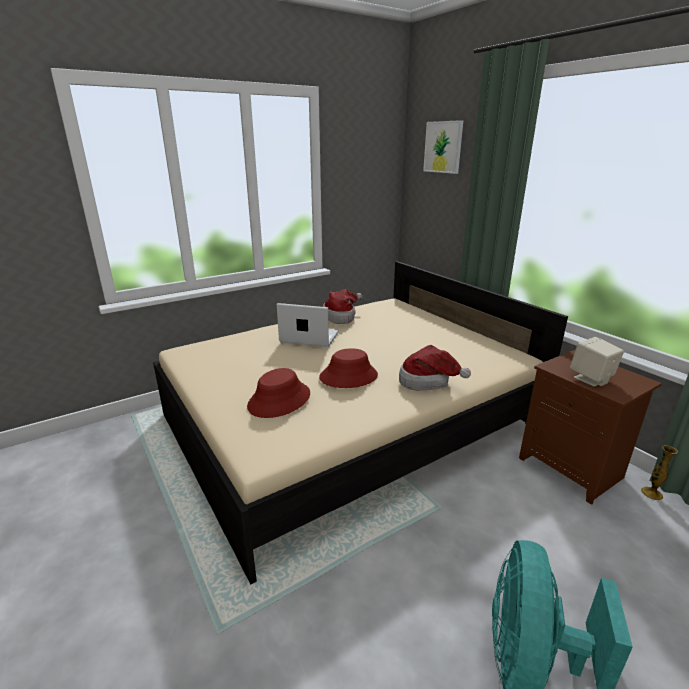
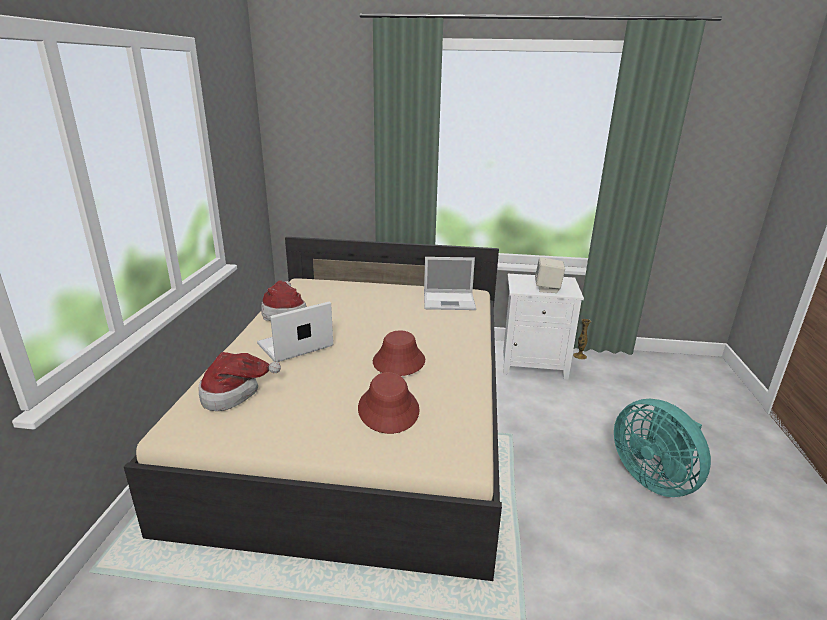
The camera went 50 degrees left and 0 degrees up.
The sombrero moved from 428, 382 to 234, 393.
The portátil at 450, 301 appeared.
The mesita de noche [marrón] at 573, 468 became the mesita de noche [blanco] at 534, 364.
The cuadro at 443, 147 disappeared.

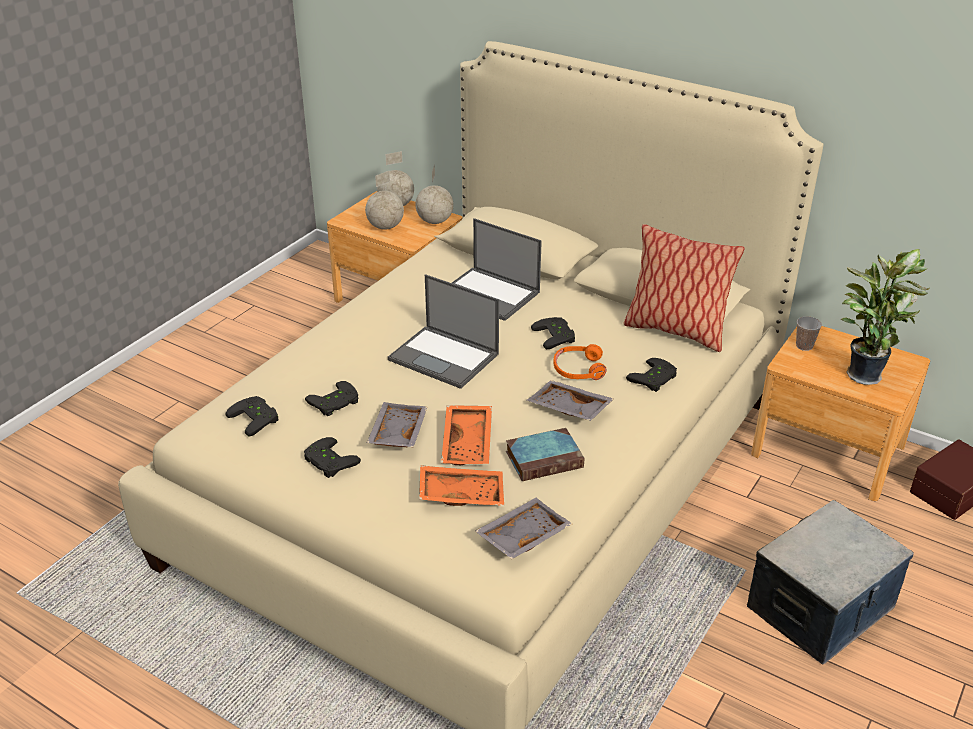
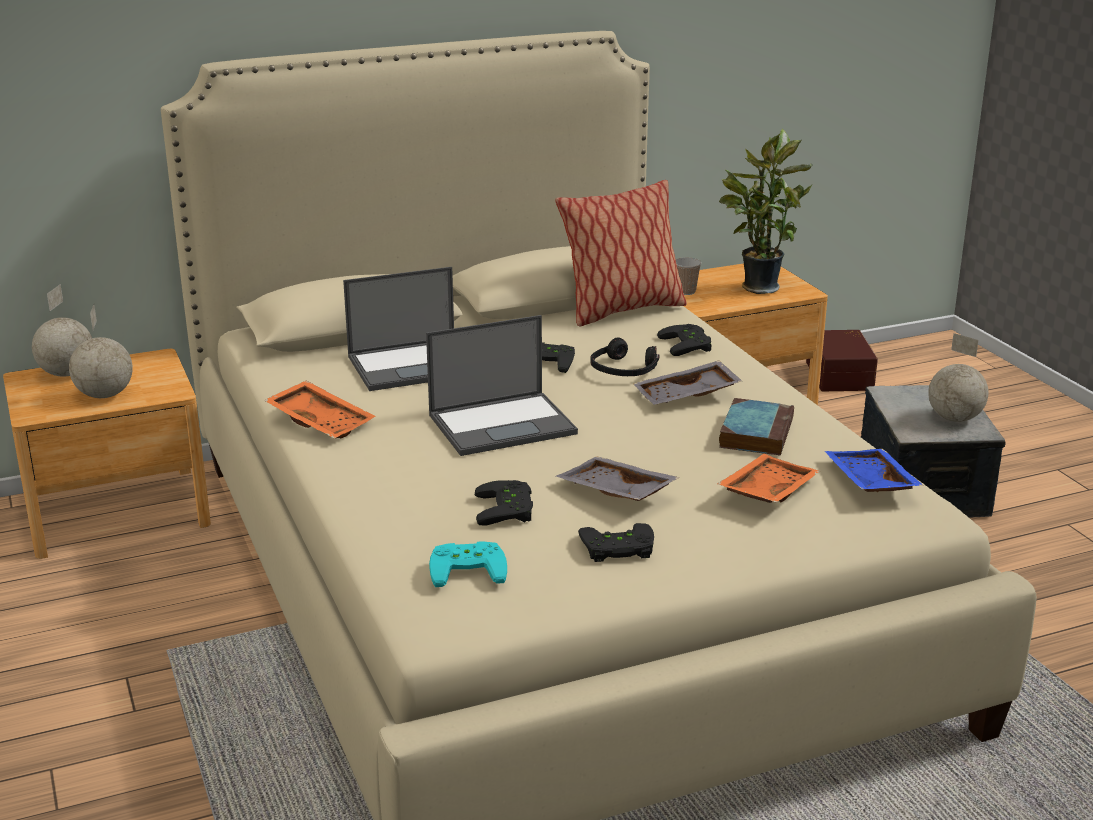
The camera went 55 degrees left and 10 degrees down.
The bandeja [naranja] moved from 469, 443 to 322, 421.
The mando de consola [negro] at 257, 418 became the mando de consola [turquesa] at 468, 567.
The auriculares [naranja] at 578, 369 became the auriculares [negro] at 624, 370.
The bandeja [gris] at 522, 536 became the bandeja [azul] at 868, 483.
The globo terráqueo moved from 435, 221 to 954, 418.

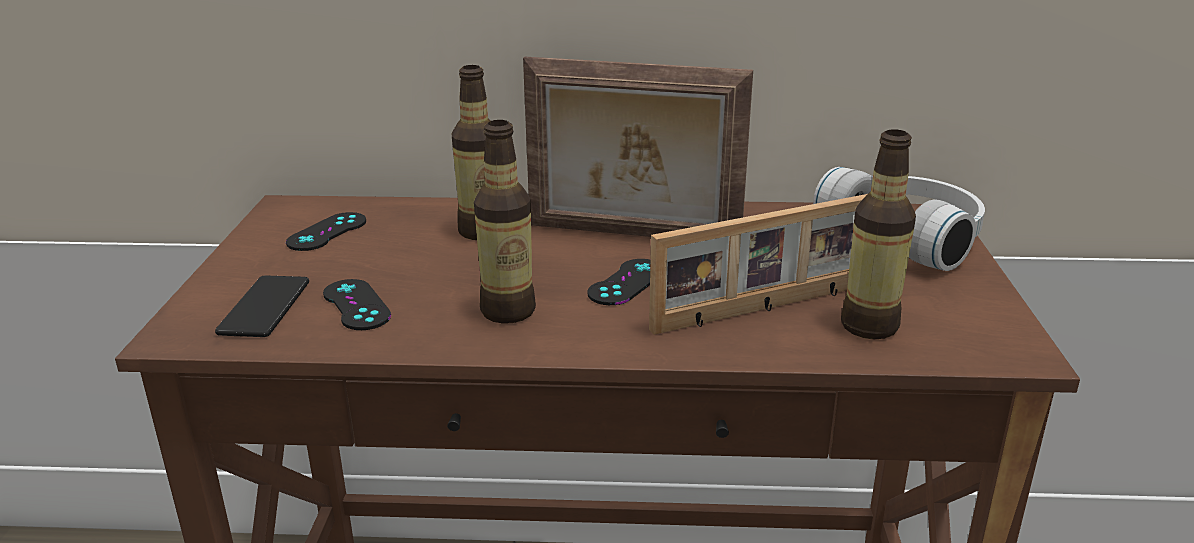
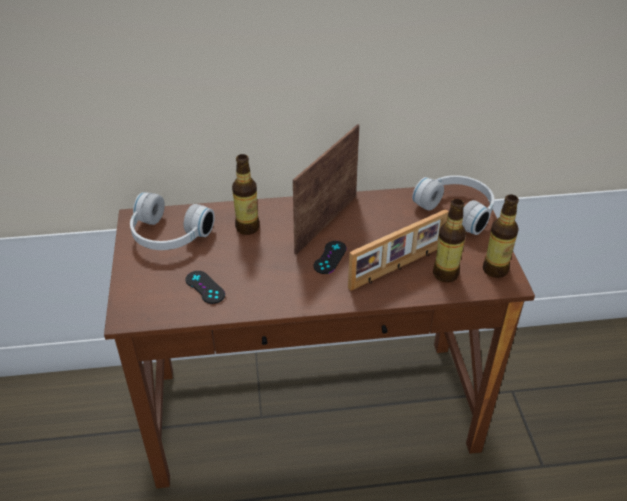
The camera went 10 degrees left and 15 degrees up.
The mando de consola [negro] at 327, 232 was replaced by the auriculares [blanco] at 167, 236.
The portarretratos at 632, 235 turned 120 degrees clockwise.
The botella moved from 508, 311 to 495, 269.
The móvil at 265, 307 disappeared.

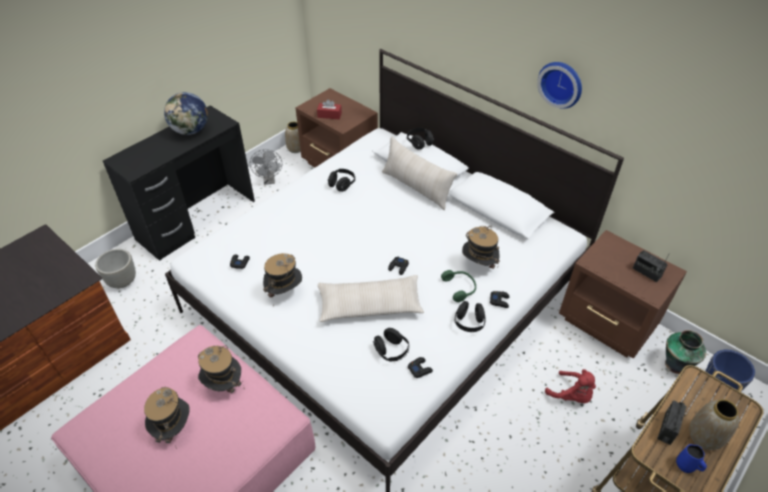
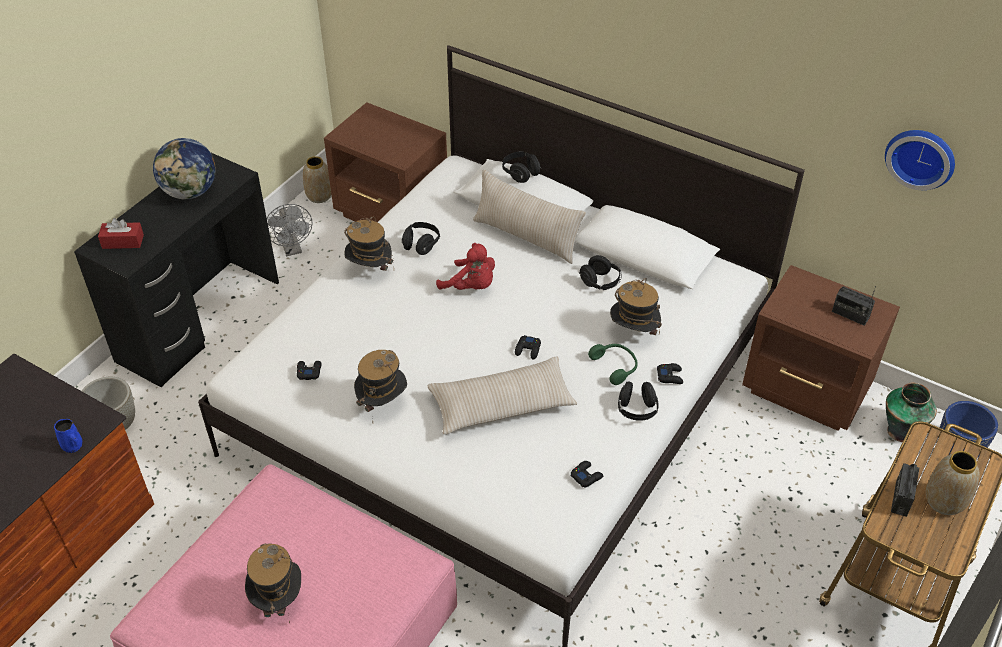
The camera went 10 degrees left and 0 degrees up.
The taza grande [azul] moved from 686, 466 to 73, 446.
The caja de pañuelos [rojo] moved from 329, 115 to 123, 241.
The sombrero moved from 224, 385 to 370, 270.
The peluche [rojo] moved from 571, 395 to 471, 286.
The auriculares [negro] moved from 391, 351 to 600, 282.
The reloj de pared moved from 561, 83 to 921, 156.

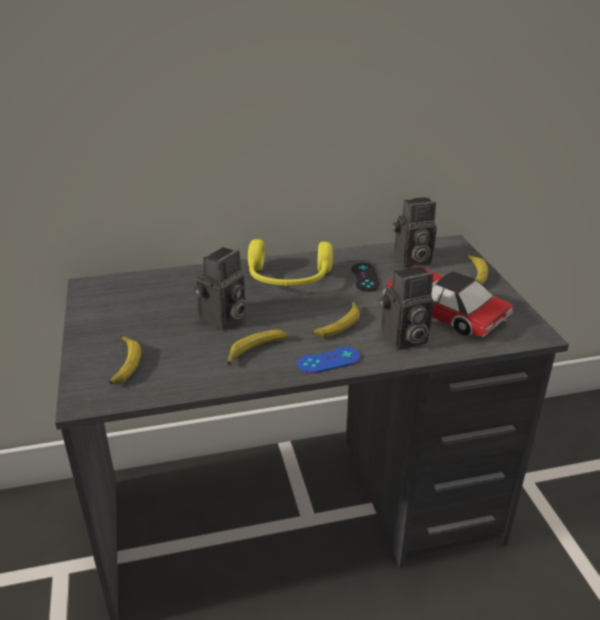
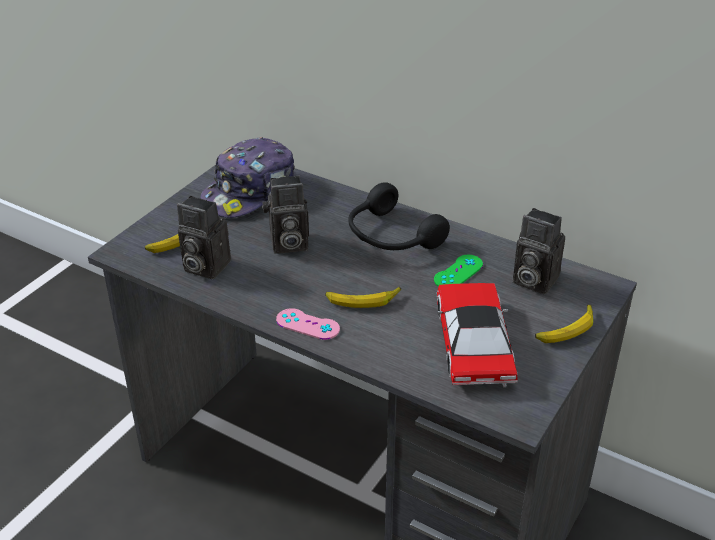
The camera went 45 degrees right and 5 degrees up.
The cámara moved from 403, 339 to 203, 266.
The gorra at 250, 192 appeared.
The mando de consola [azul] at 329, 360 became the mando de consola [rosa] at 307, 324.
The auriculares [amarillo] at 288, 279 became the auriculares [negro] at 390, 237.
The mando de consola [negro] at 365, 277 became the mando de consola [verde] at 458, 272.
The plátano at 257, 351 disappeared.

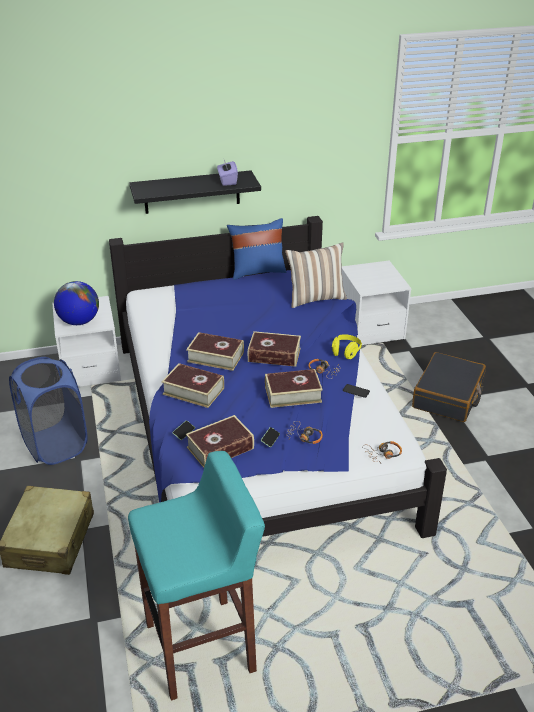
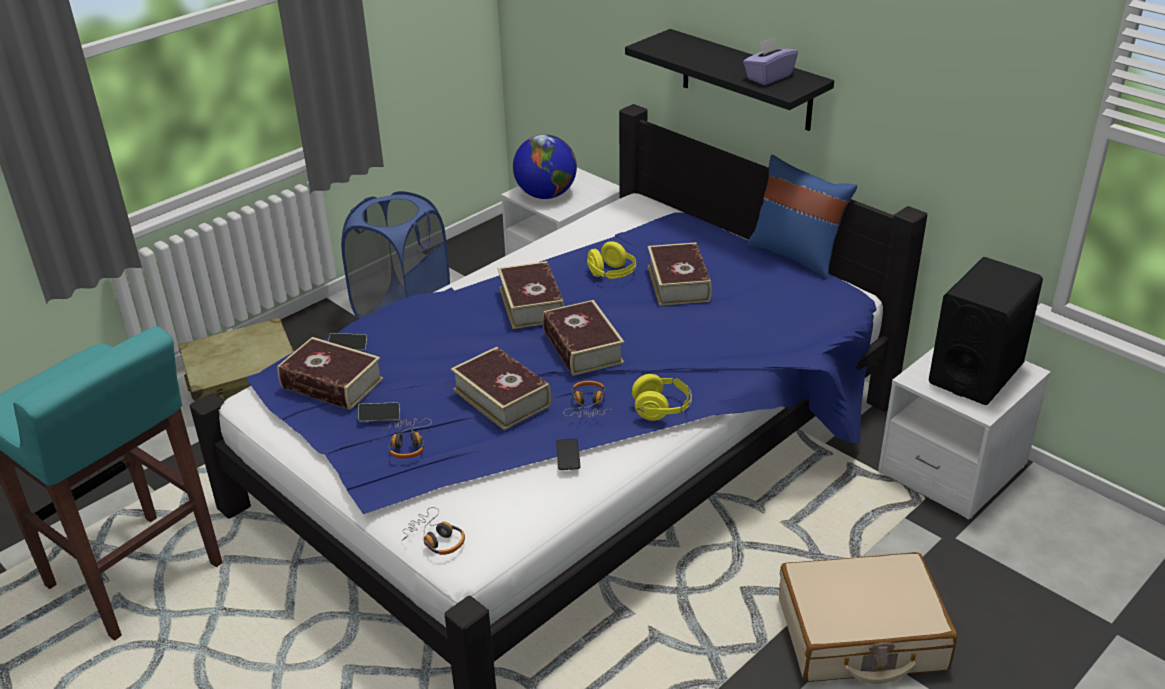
The camera went 60 degrees right and 0 degrees up.
The auriculares [amarillo] at 612, 275 appeared.
The libro moved from 193, 391 to 678, 283.
The maleta [negro] at 448, 396 became the maleta [beis] at 860, 635.
The altavoz [negro] at 975, 373 appeared.
The cojín at 315, 298 disappeared.

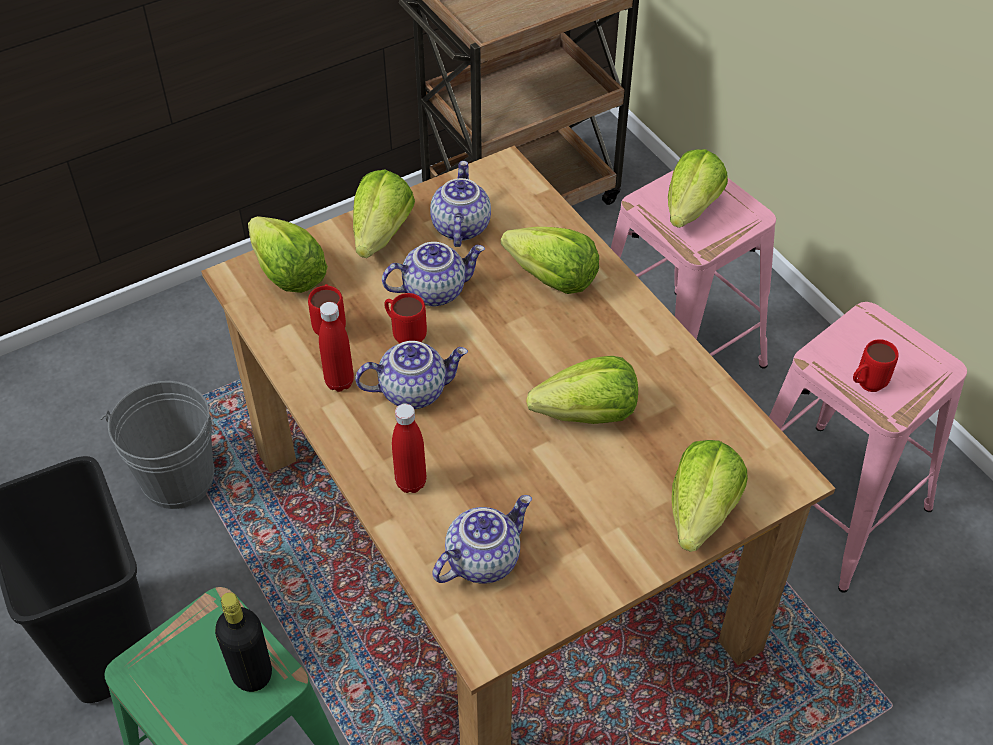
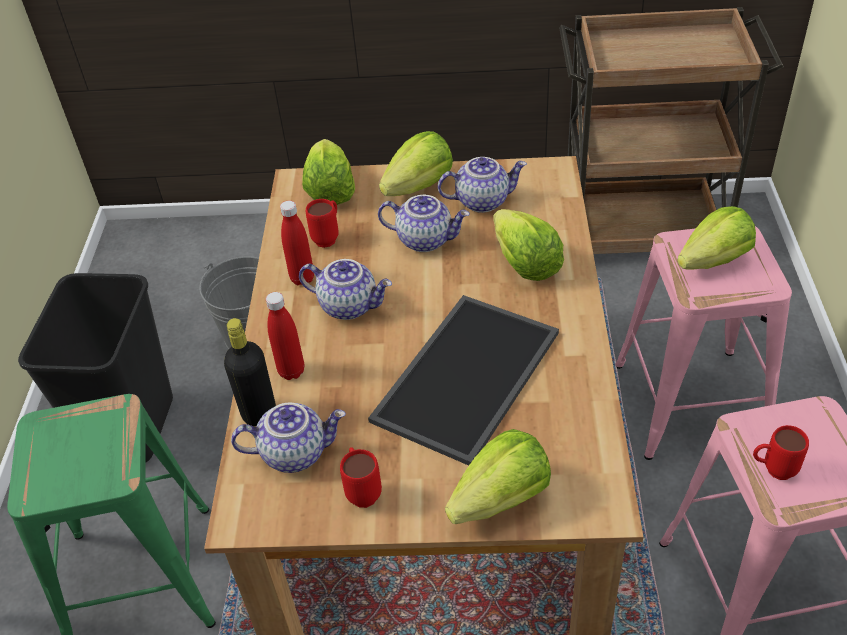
The camera went 35 degrees right and 5 degrees down.
The botella [negro] moved from 252, 673 to 259, 413.
The taza grande [rojo] moved from 405, 336 to 362, 490.
The lechuga at 588, 414 was replaced by the bandeja at 468, 379.
The tetera at 459, 226 turned 45 degrees clockwise.

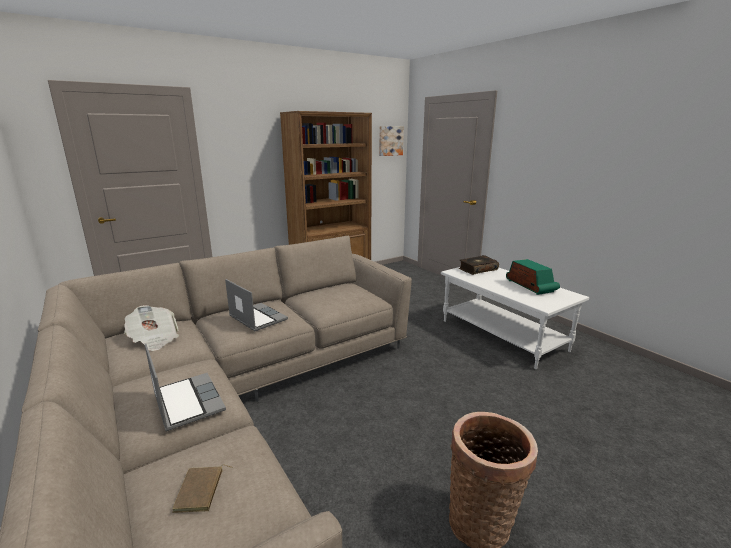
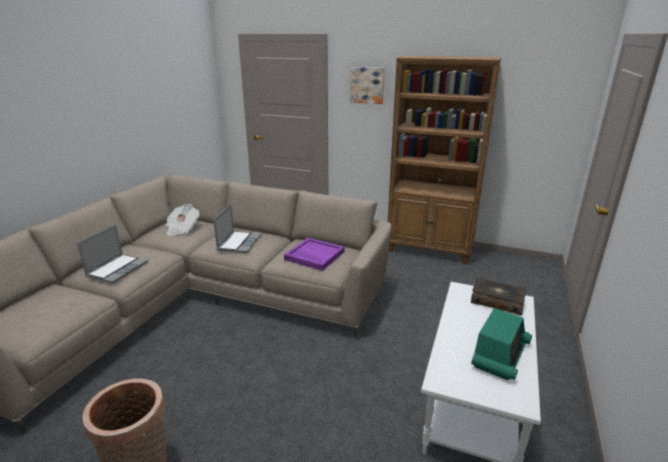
The camera went 55 degrees right and 5 degrees up.
The bandeja [morado] at 314, 256 appeared.
The cuadro moved from 390, 141 to 367, 85.
The libro [marrón] at 201, 491 disappeared.

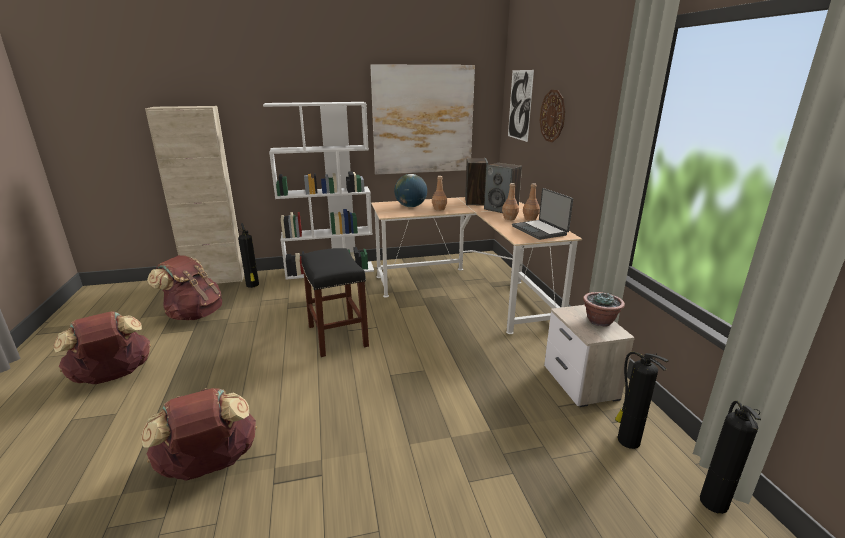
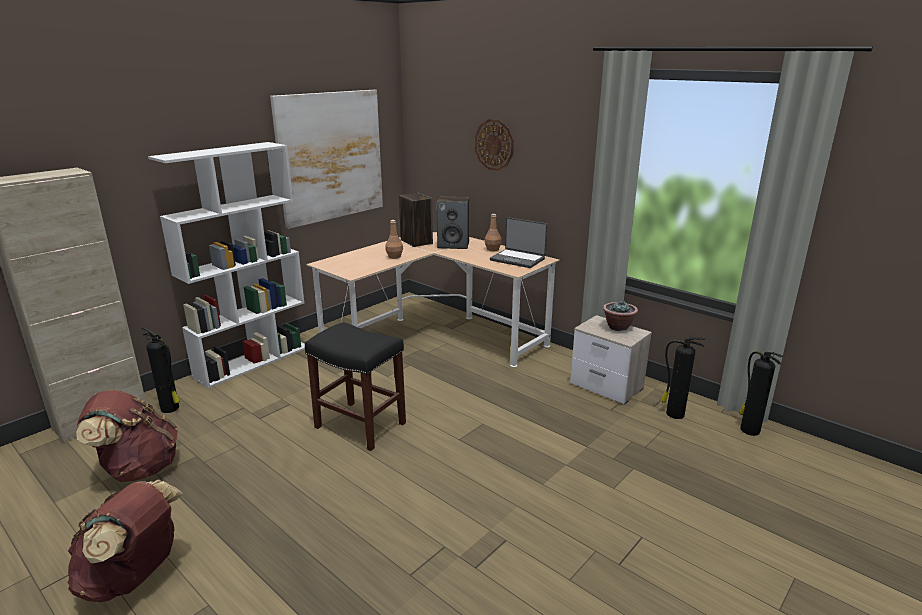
The camera went 35 degrees left and 0 degrees up.
The mochila [marrón] at 210, 466 disappeared.
The globo terráqueo at 411, 206 disappeared.
The botella [marrón] at 510, 218 disappeared.
The cuadro at 520, 105 disappeared.

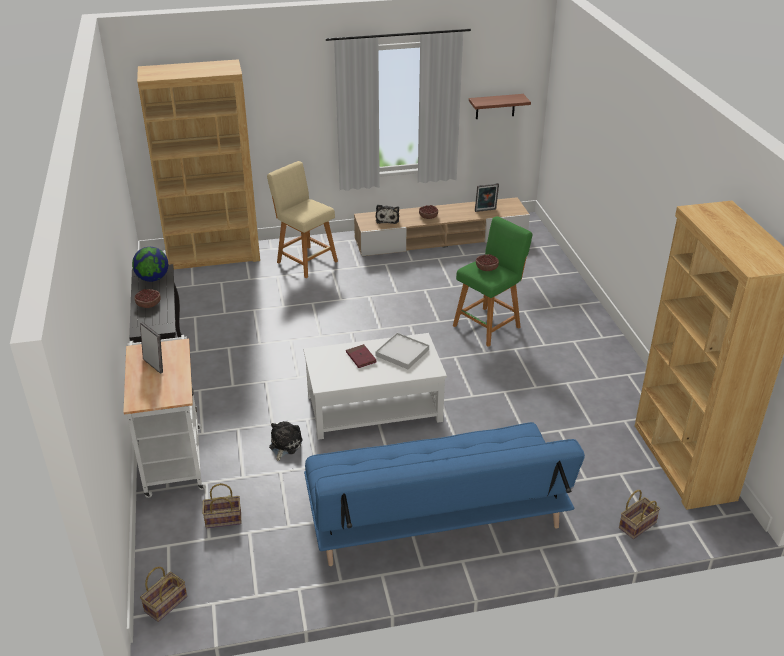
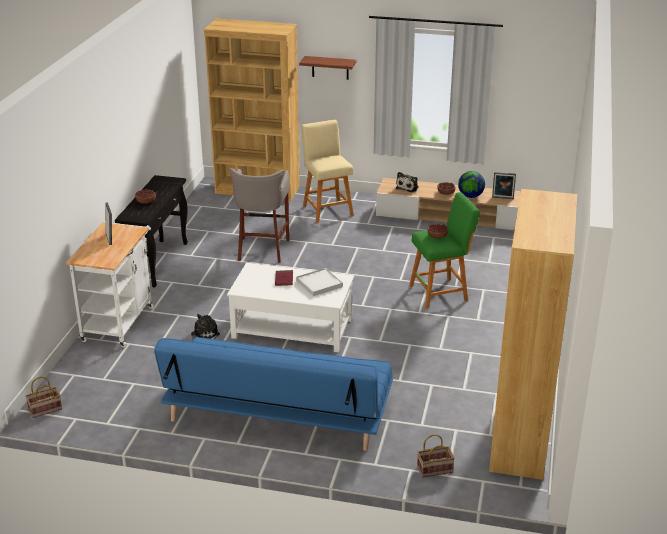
The camera went 25 degrees right and 5 degrees down.
The taburete [gris] at 262, 251 appeared.
The estante moved from 495, 106 to 330, 67.
The globo terráqueo moved from 152, 279 to 470, 196.
The cesta at 222, 520 disappeared.

